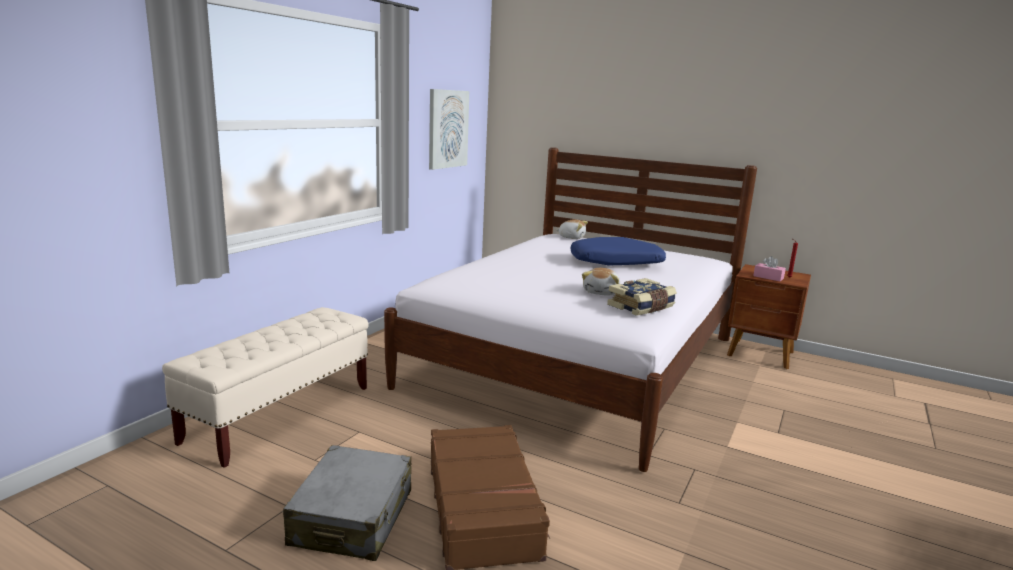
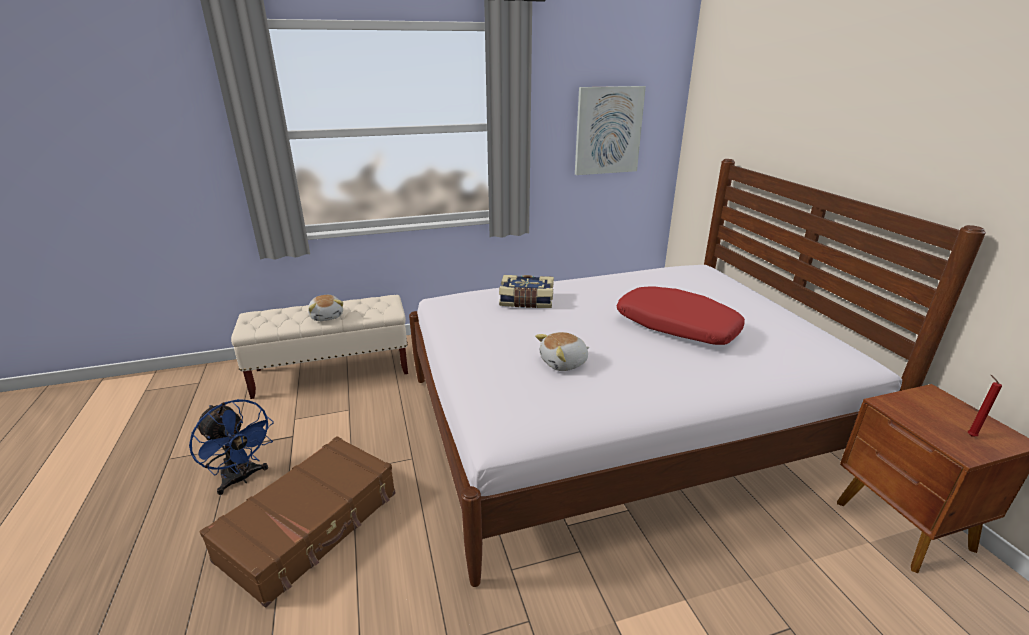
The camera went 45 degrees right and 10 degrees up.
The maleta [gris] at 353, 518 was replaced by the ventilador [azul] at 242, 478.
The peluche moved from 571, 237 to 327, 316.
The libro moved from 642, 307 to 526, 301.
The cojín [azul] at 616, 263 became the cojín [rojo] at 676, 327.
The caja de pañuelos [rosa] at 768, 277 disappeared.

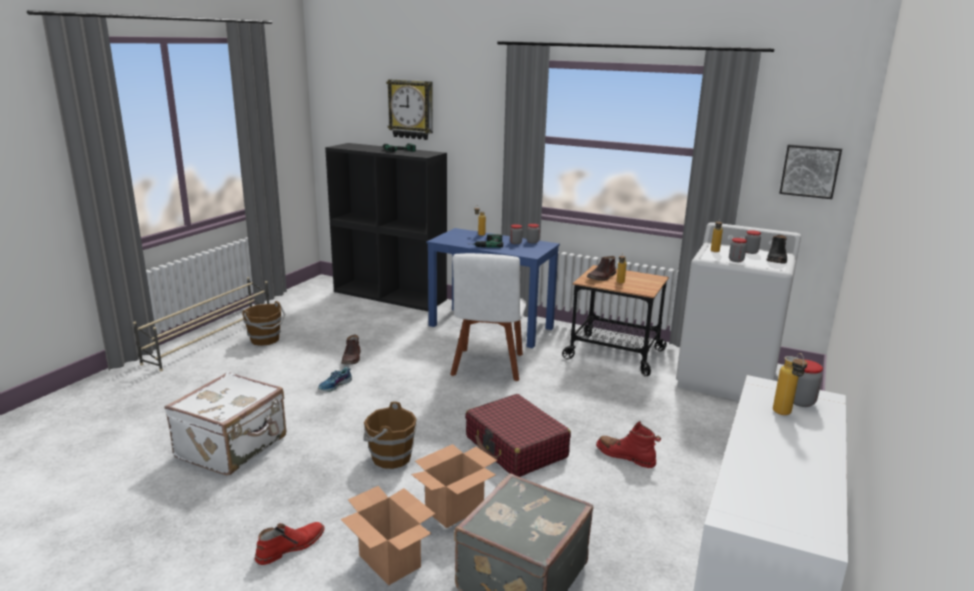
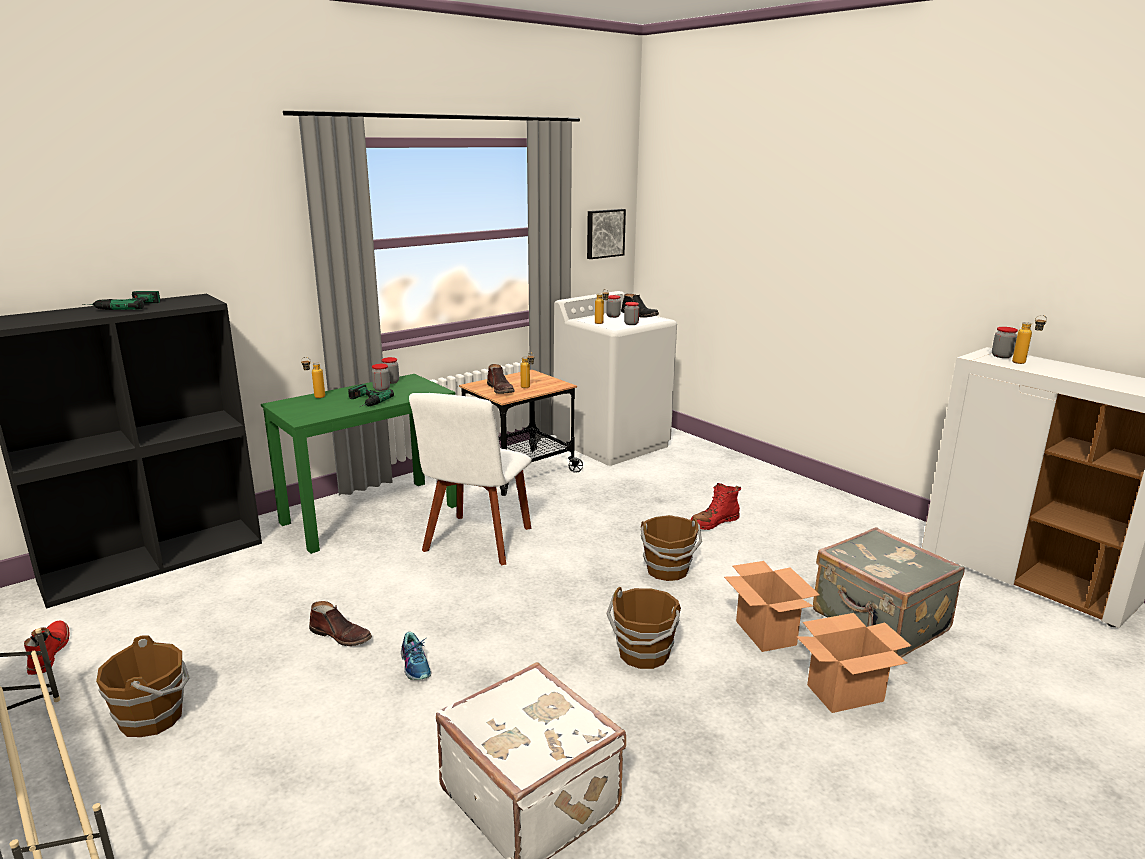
The camera went 65 degrees left and 0 degrees up.
The bota [rojo] moved from 290, 547 to 48, 653.
The escritorio [azul] at 491, 327 became the escritorio [verde] at 371, 514.
The silla [blanco] at 487, 366 turned 75 degrees clockwise.
The maleta [rojo] at 516, 447 was replaced by the cubo [marrón] at 667, 570.
The reloj de pared at 411, 109 disappeared.

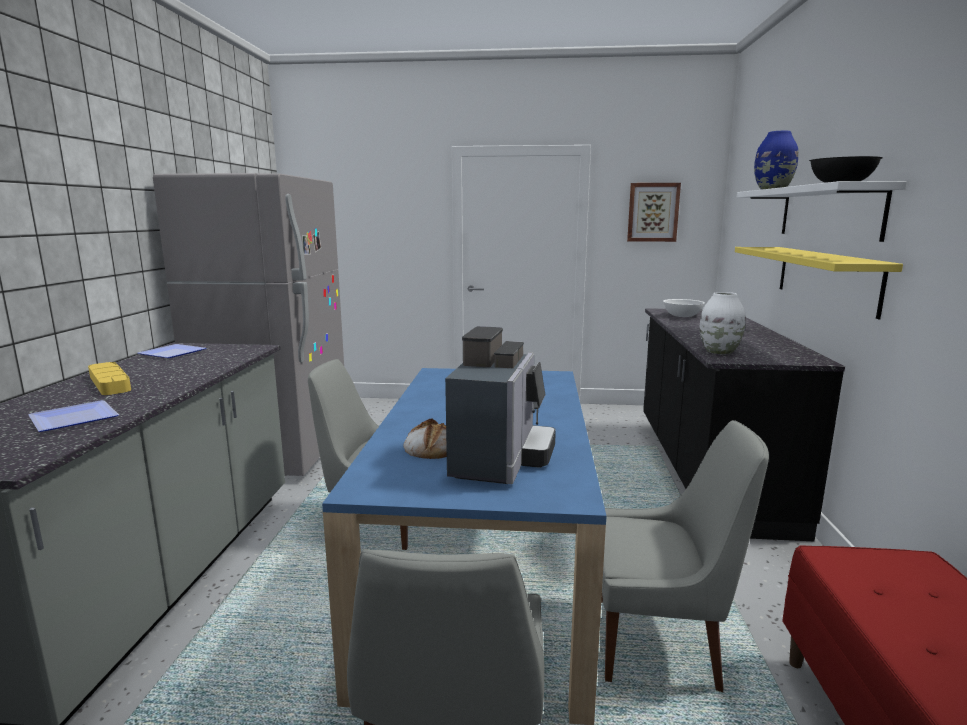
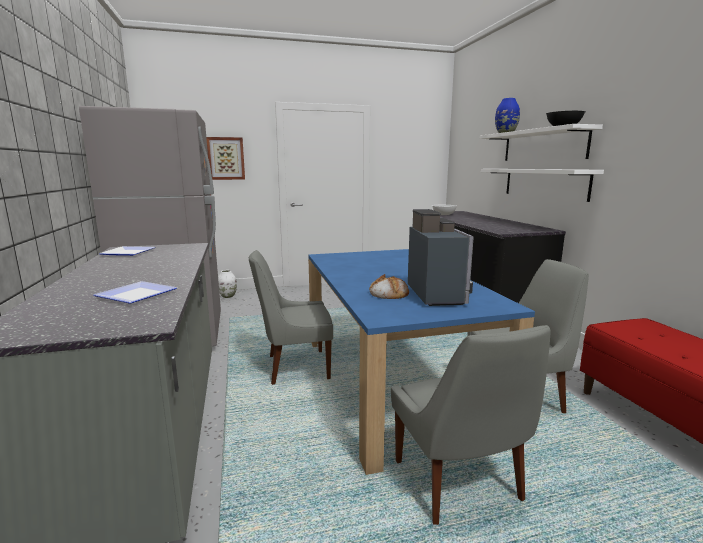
The camera went 20 degrees left and 0 degrees up.
The cuadro moved from 653, 212 to 226, 158.
The florero [blanco] moved from 719, 352 to 228, 296.
The estante [amarillo] at 825, 277 became the estante [blanco] at 544, 183.
The bandeja [amarillo] at 109, 383 disappeared.

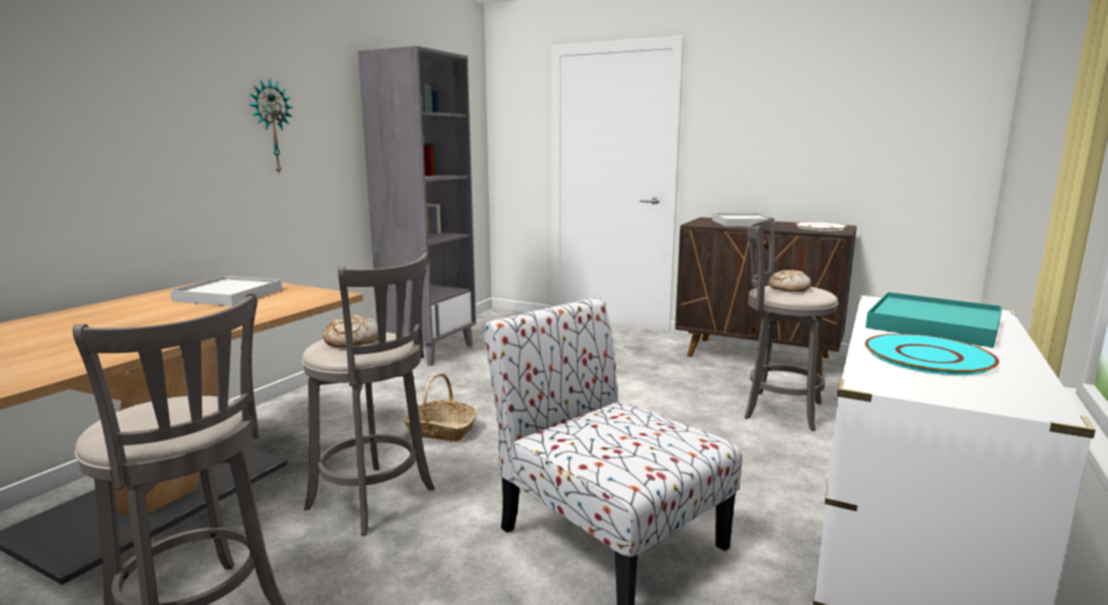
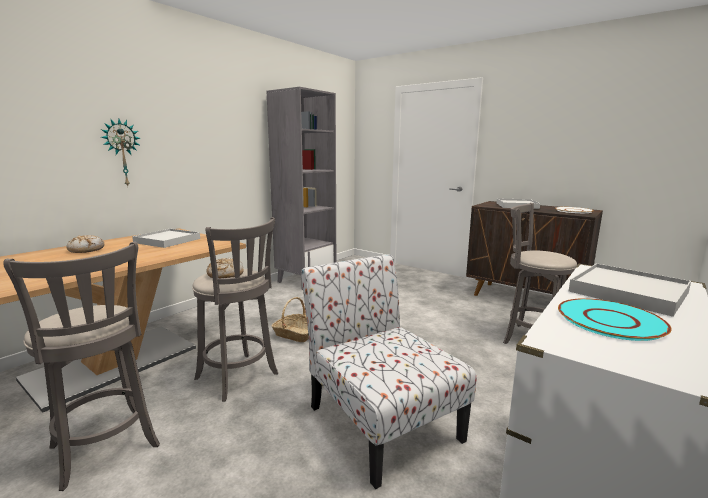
The camera went 10 degrees right and 0 degrees up.
The pan moved from 788, 288 to 86, 250.
The reloj de pared moved from 271, 127 to 122, 153.
The bandeja [turquesa] at 933, 325 became the bandeja [blanco] at 627, 292.

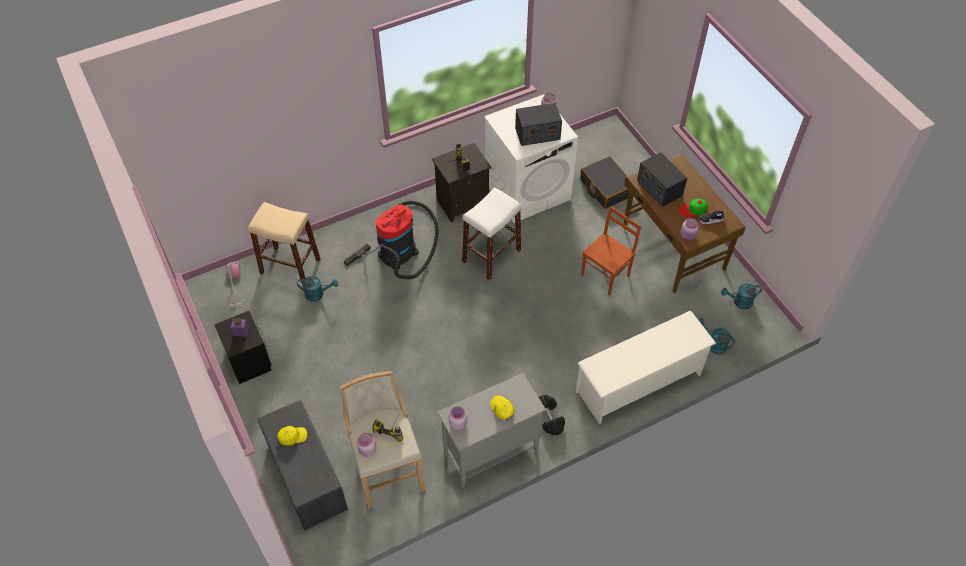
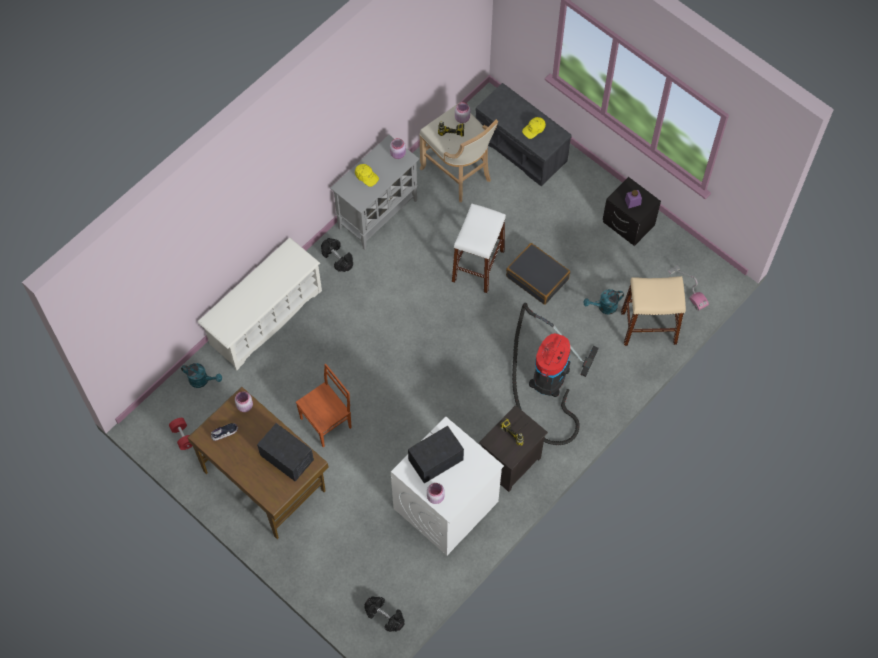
The camera went 160 degrees right and 10 degrees up.
The regadera [turquesa] at 739, 302 was replaced by the mancuerna [rojo] at 183, 436.
The silla [marrón] at 606, 275 turned 150 degrees counterclockwise.
The mancuerna [negro] at 385, 616 appeared.
The taburete [blanco] moved from 491, 255 to 478, 266.
The maleta [negro] moved from 606, 188 to 537, 277.
The gorra at 692, 210 disappeared.

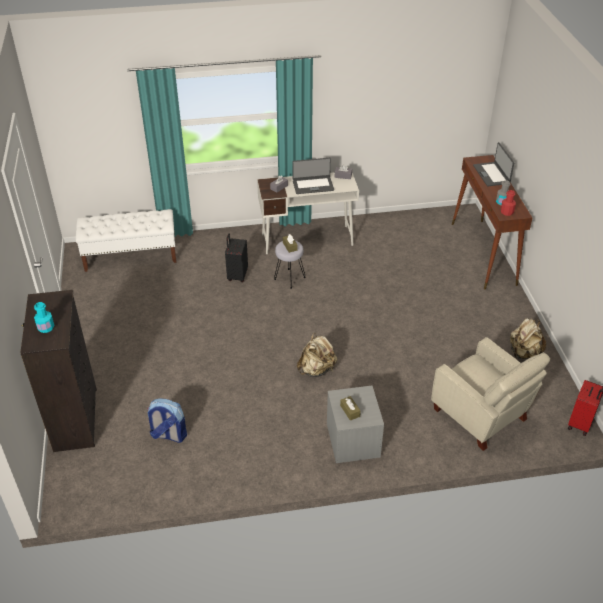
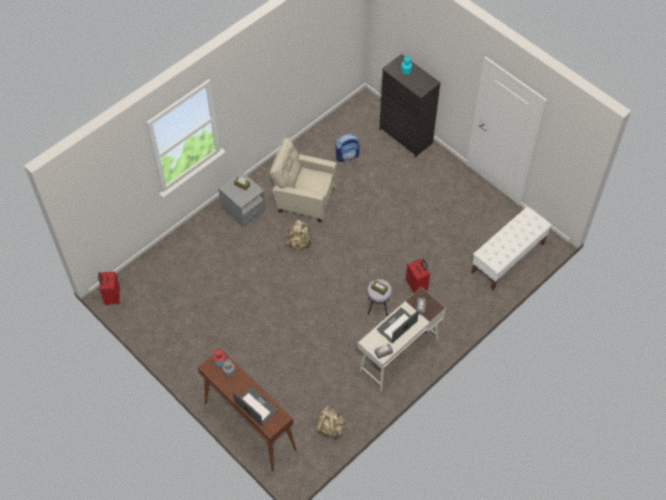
The camera went 145 degrees right and 15 degrees up.
The sillón [beis] moved from 482, 416 to 304, 199.
The mochila [beis] moved from 523, 353 to 330, 428.
The maleta [negro] at 237, 275 became the maleta [rojo] at 417, 286.

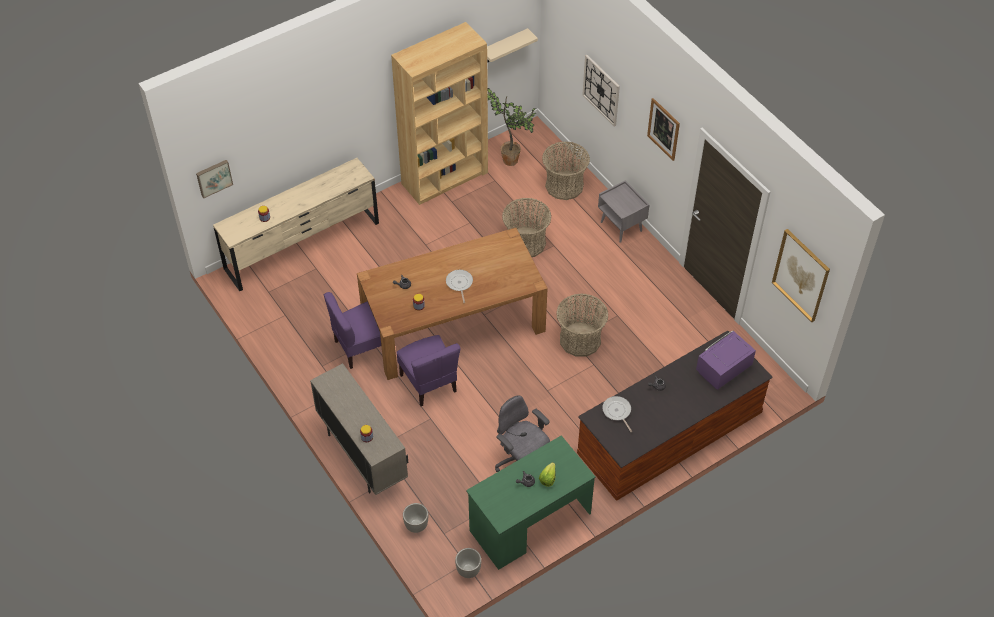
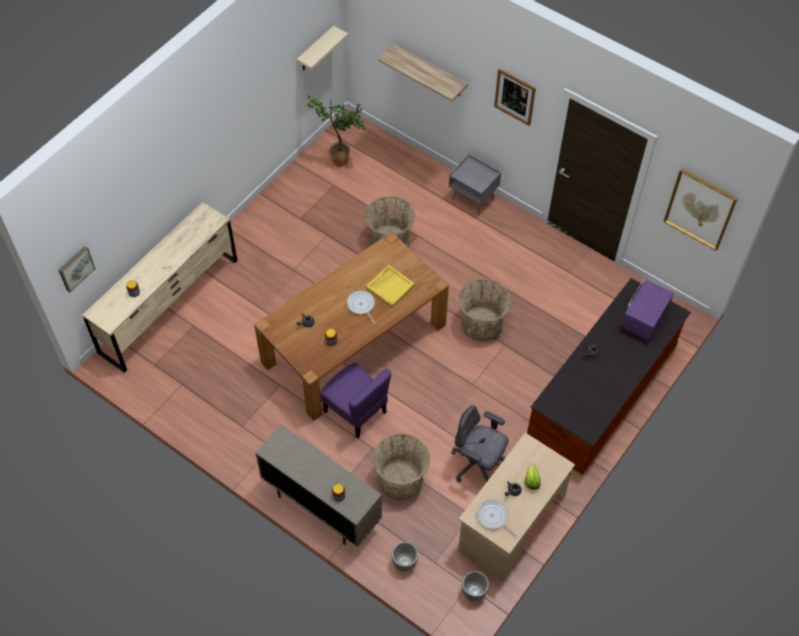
The camera went 20 degrees left and 5 degrees up.
The bandeja [amarillo] at 390, 287 appeared.
The cesta moved from 564, 185 to 401, 479.
The reloj de pared at 601, 90 was replaced by the estante at 430, 71.
The escritorio [verde] at 530, 522 became the escritorio [beis] at 511, 523.
The sartén moved from 617, 412 to 493, 517.
The silla [morado] at 362, 347 disappeared.
The estantería [marrón] at 445, 178 disappeared.

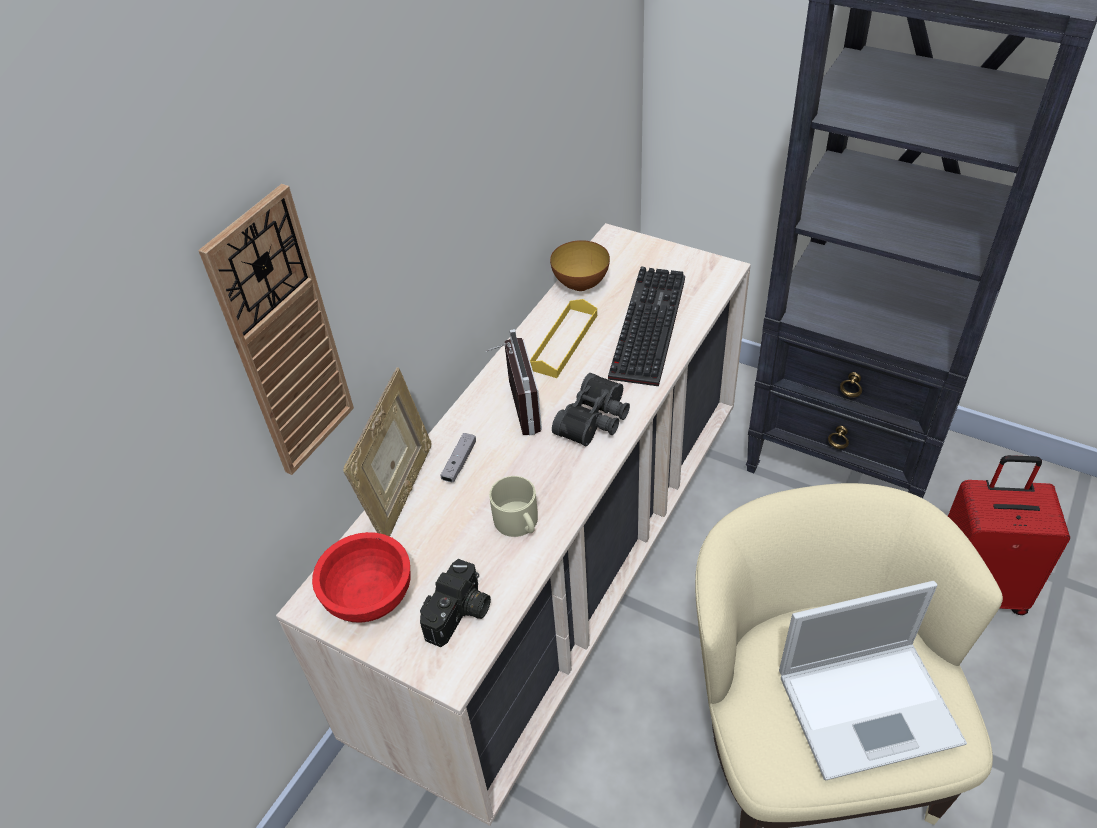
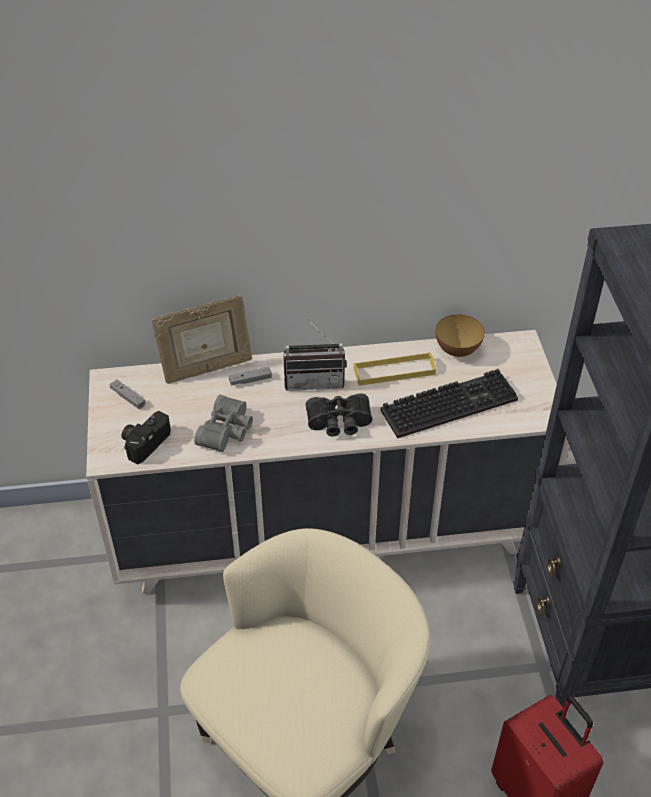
The camera went 50 degrees right and 0 degrees up.
The cuenco [rojo] at 368, 596 was replaced by the mando de consola [gris] at 128, 398.
The cámara at 460, 615 turned 135 degrees clockwise.
The taza grande [beis] at 519, 522 was replaced by the prismáticos [gris] at 228, 431.
The radio at 515, 408 turned 45 degrees clockwise.
The reloj de pared at 283, 339 disappeared.
The portátil at 871, 706 disappeared.

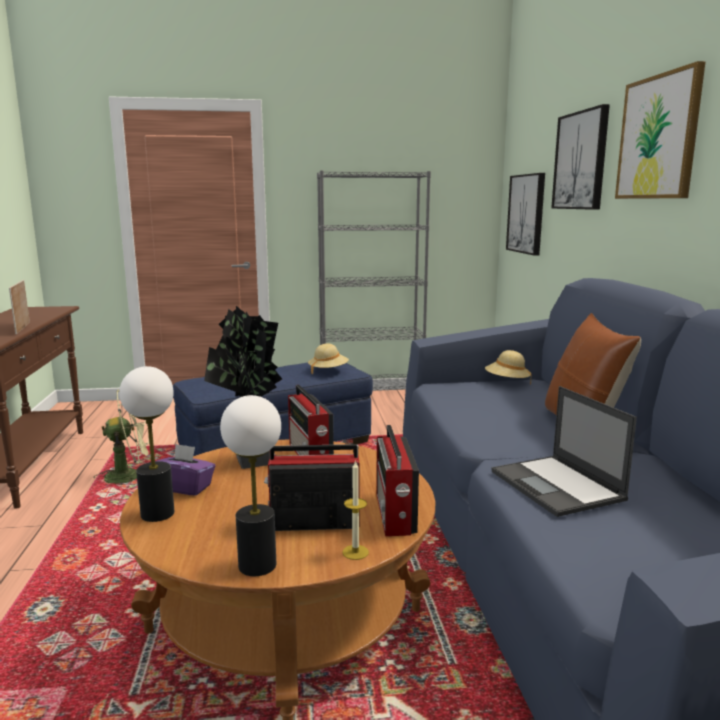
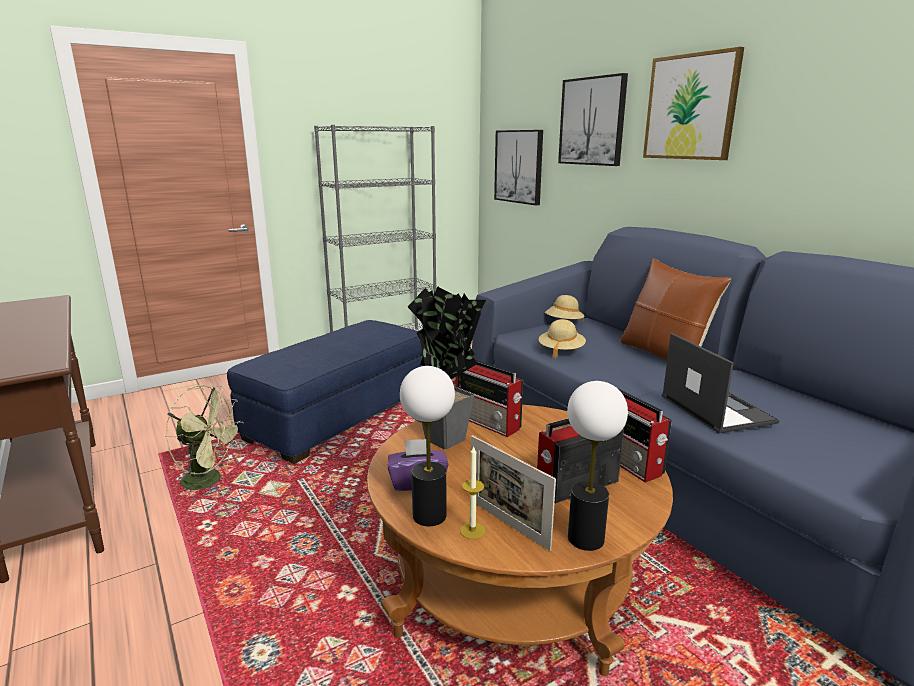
The camera went 25 degrees left and 5 degrees up.
The ventilador [verde] at 131, 476 turned 60 degrees clockwise.
The vela moved from 355, 552 to 472, 530.
The portarretratos moved from 23, 328 to 508, 524.
The sombrero [beis] moved from 328, 371 to 561, 351.
The portátil at 557, 486 turned 150 degrees counterclockwise.

